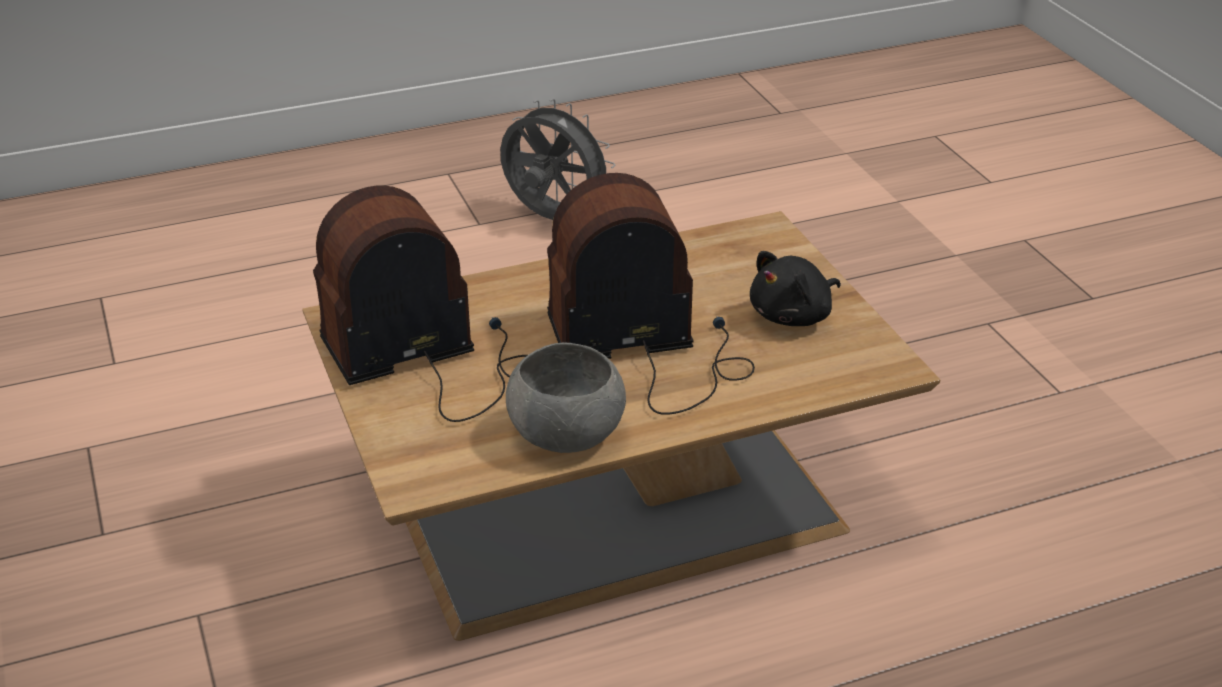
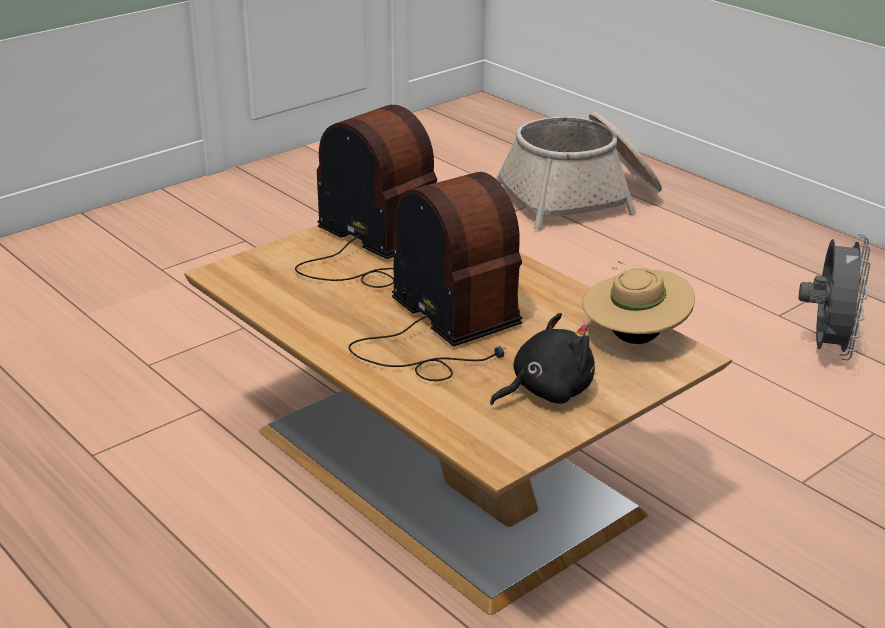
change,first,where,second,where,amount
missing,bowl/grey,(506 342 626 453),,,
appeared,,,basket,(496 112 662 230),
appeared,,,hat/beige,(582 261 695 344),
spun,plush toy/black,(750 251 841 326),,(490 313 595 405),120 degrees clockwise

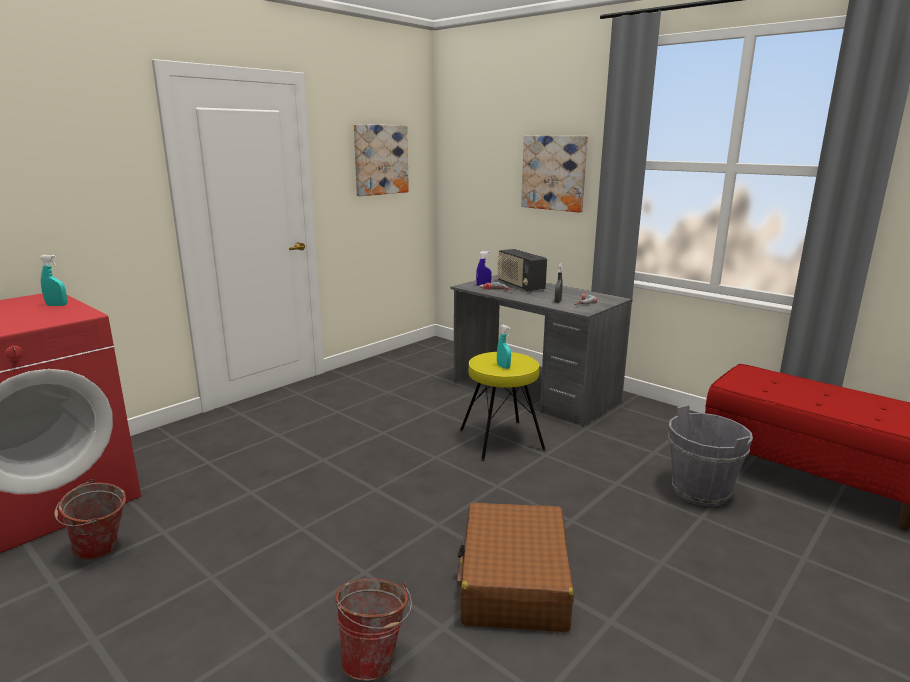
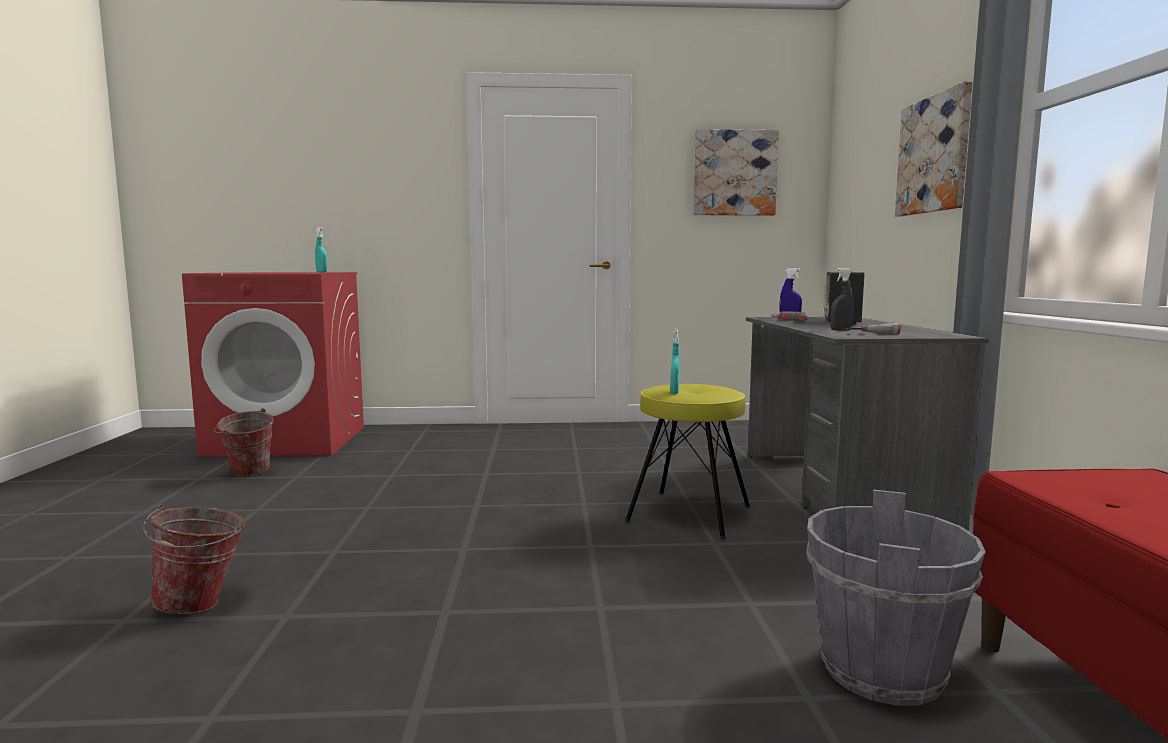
change,first,where,second,where,amount
missing,suitcase/brown,(457 503 574 632),,,

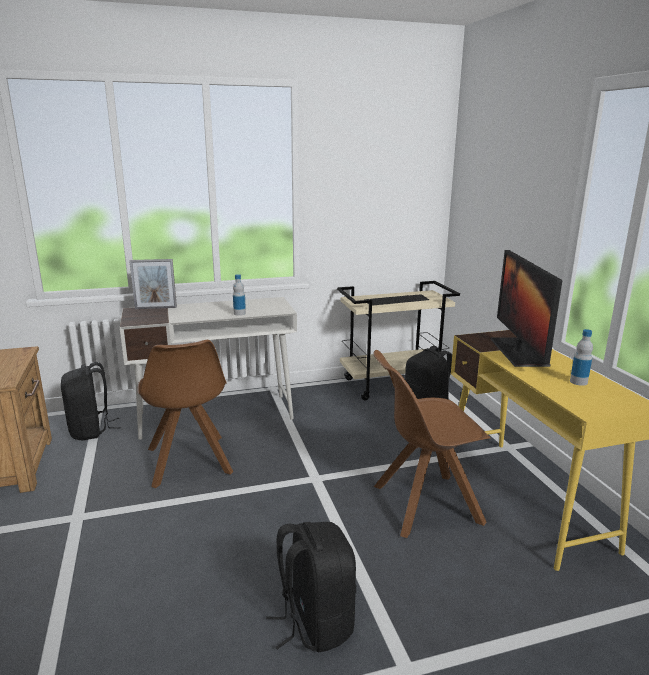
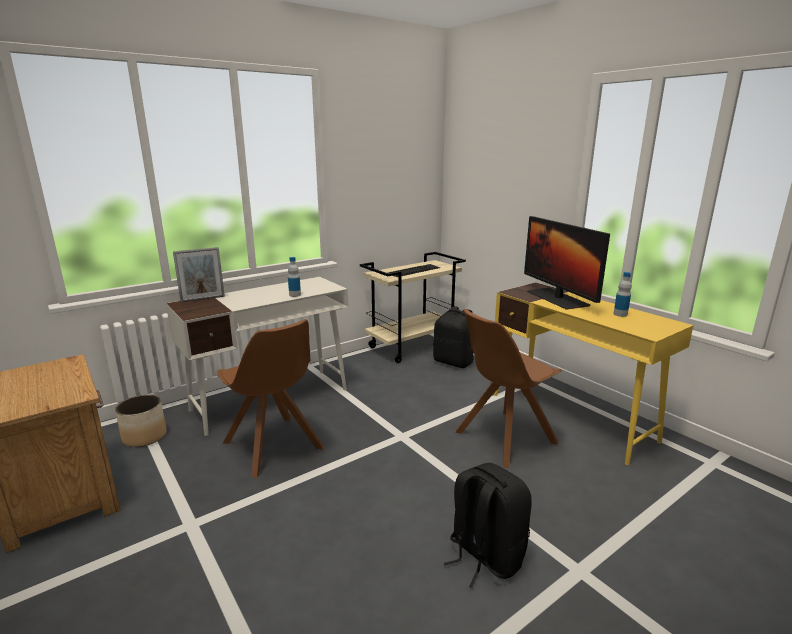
change,first,where,second,where,amount
exchanged,backpack/black,(61 362 121 440),planter,(115 395 167 447),

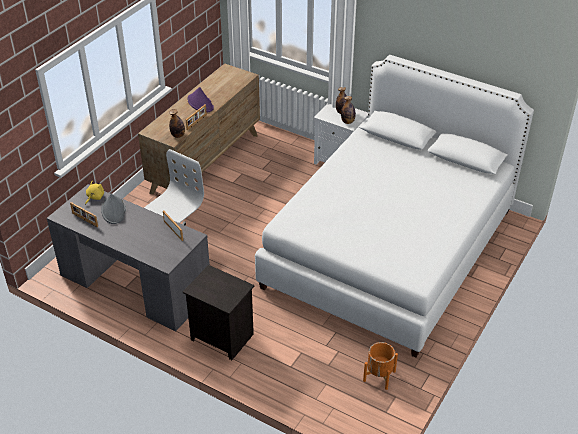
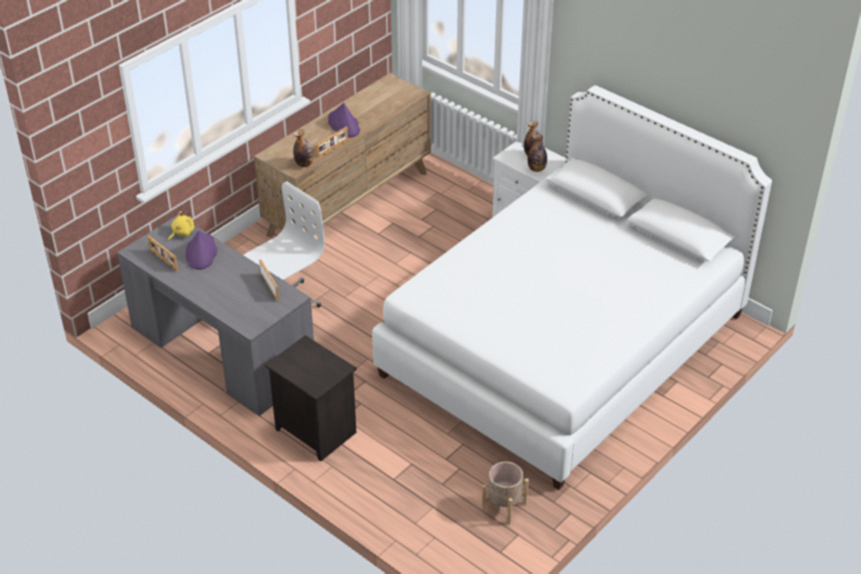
change,first,where,second,where,amount
colour,hat/grey,(101 193 126 224),hat/purple,(186 230 217 270),
colour,planter/orange,(363 342 398 390),planter/beige,(482 462 529 525),

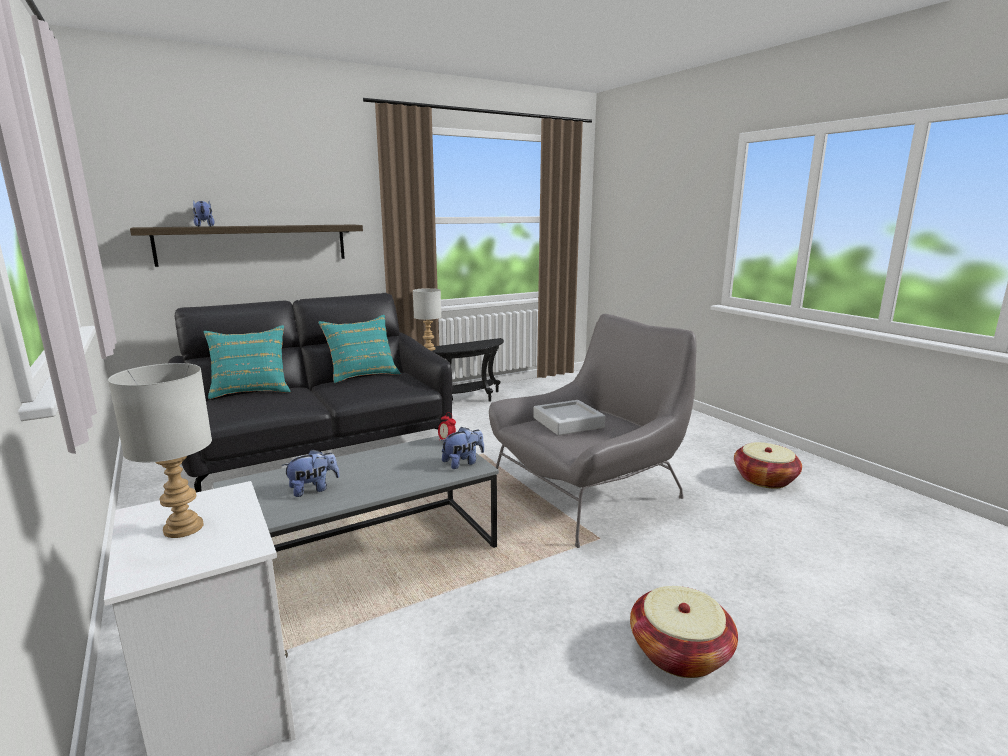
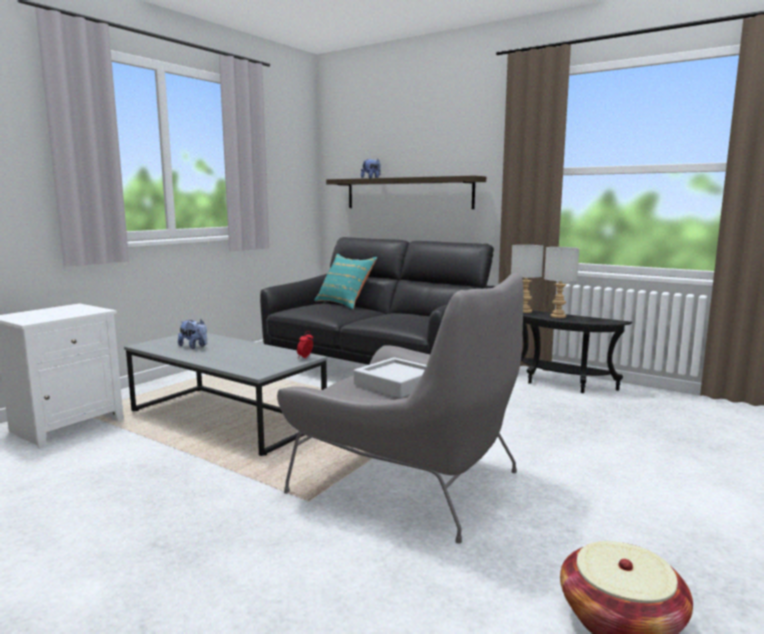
change,first,where,second,where,amount
missing,pillow/turquoise,(318 315 401 383),,,
missing,plush toy,(441 427 484 469),,,
missing,basket,(630 586 738 678),,,
relocated,table lamp/grey,(108 363 212 538),,(544 247 579 318),

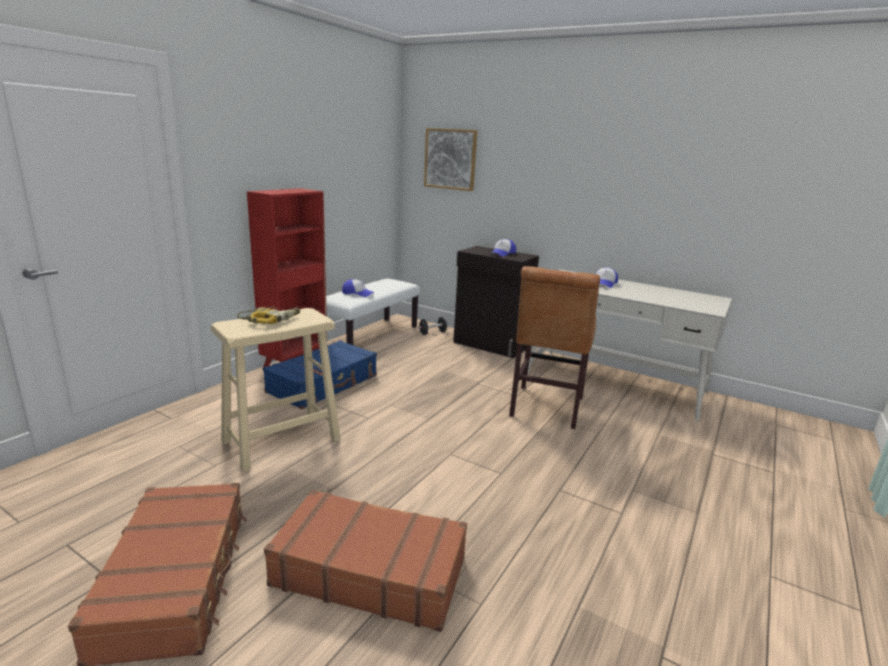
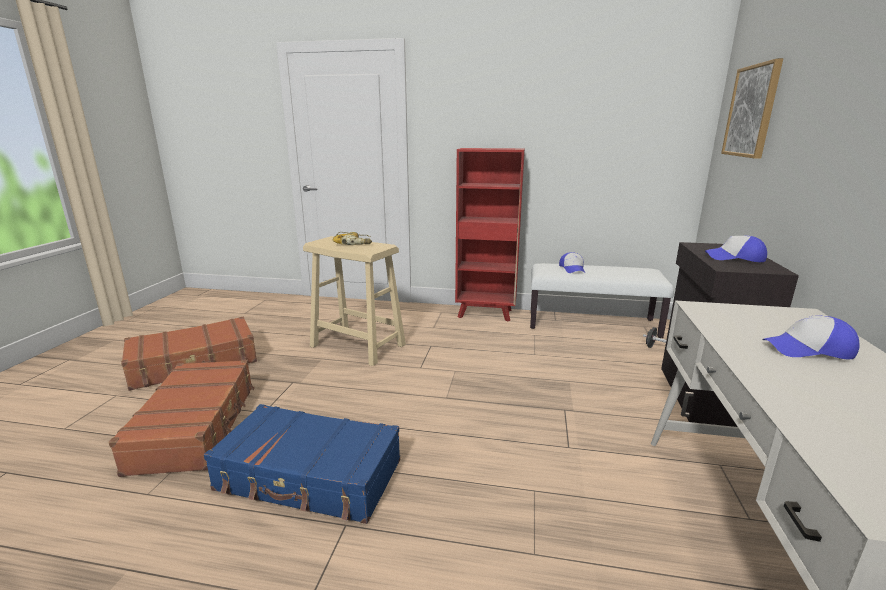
change,first,where,second,where,amount
missing,chair/brown,(509 266 600 429),,,
relocated,suitcase/blue,(263 340 377 409),,(204 404 400 524),

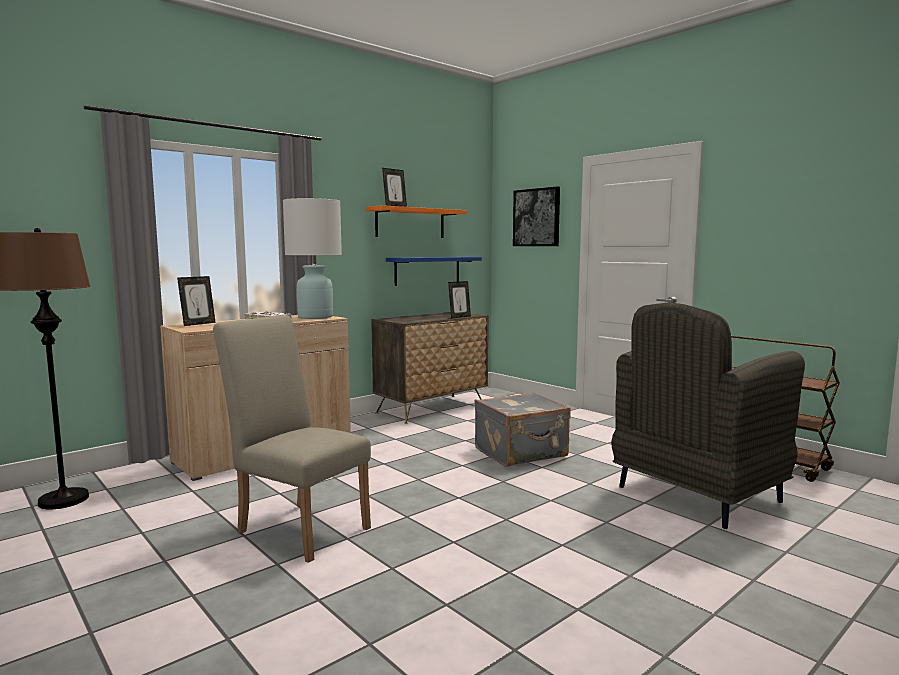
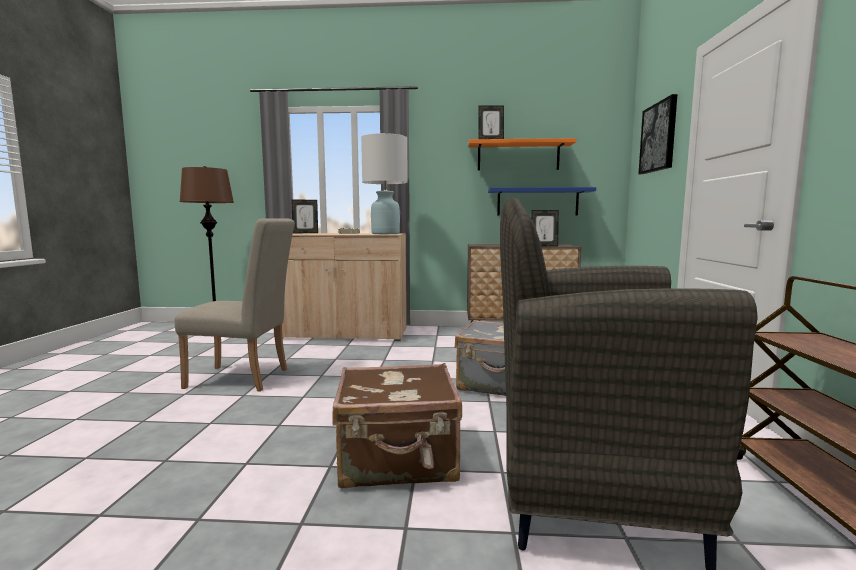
change,first,where,second,where,amount
appeared,,,suitcase/brown,(332 363 462 489),
spun,chair/beige,(213 315 371 563),,(175 219 295 391),105 degrees clockwise

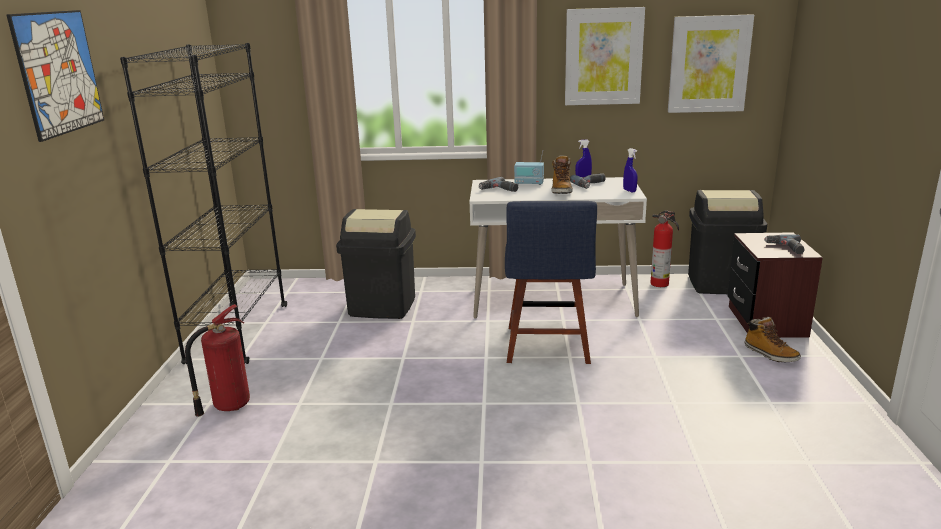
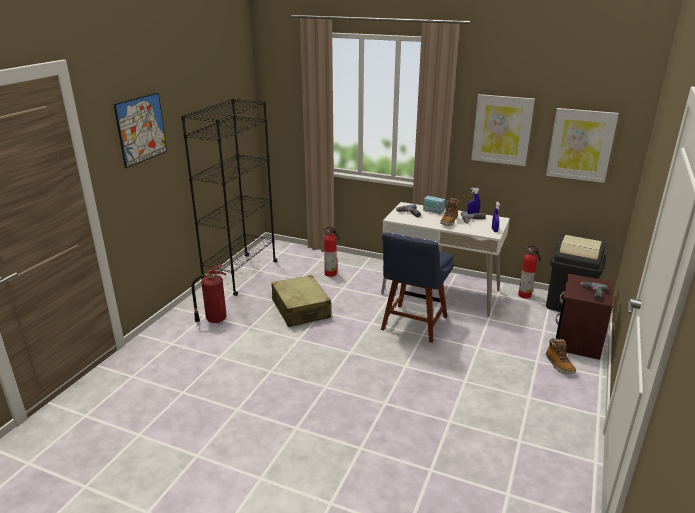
change,first,where,second,where,amount
appeared,,,suitcase/beige,(271 275 331 327),
exchanged,trash can/black,(336 209 416 319),fire extinguisher,(323 226 339 277),

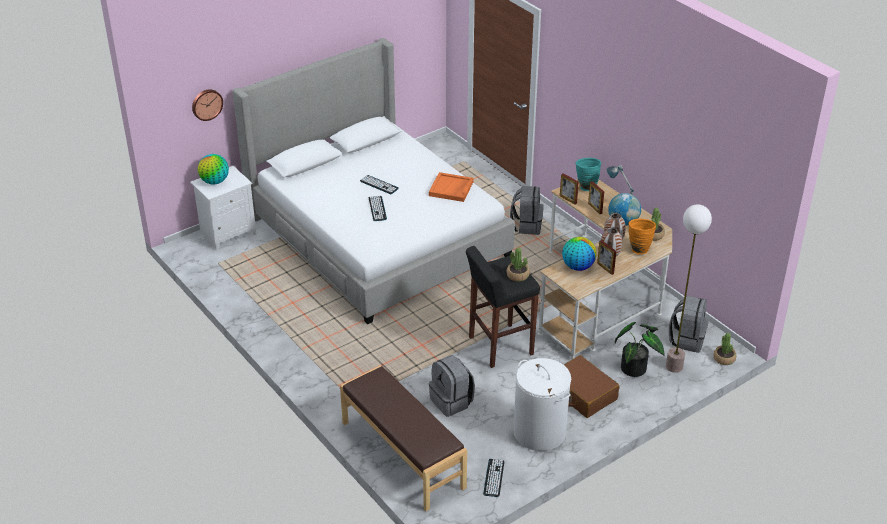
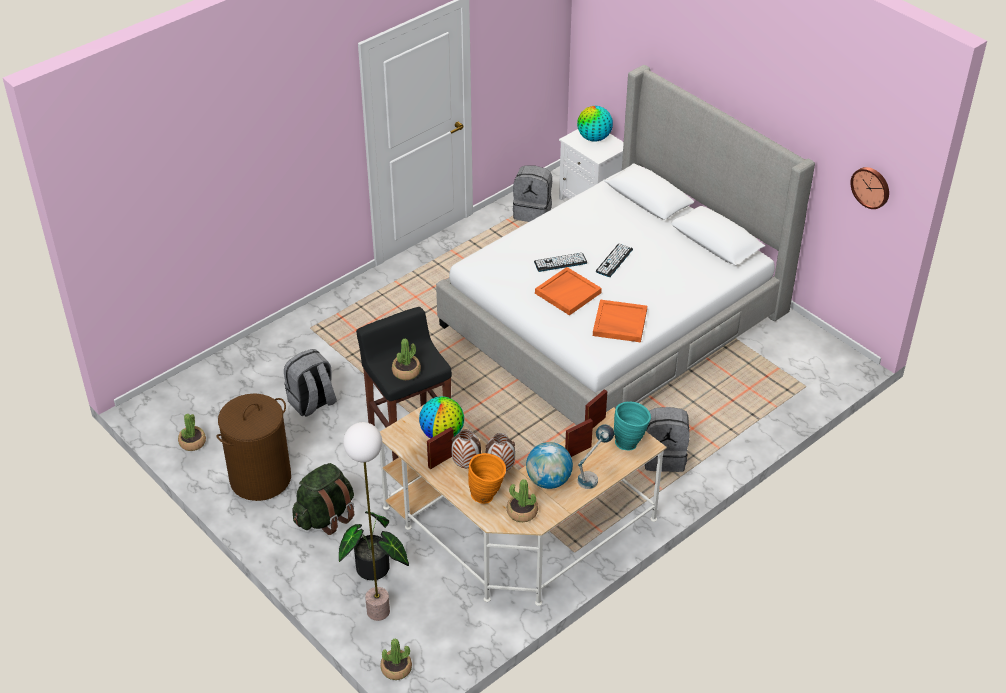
change,first,where,second,where,amount
missing,bench/brown,(340 366 467 511),,,
appeared,,,tray/orange,(535 267 602 316),
relocated,wall clock,(192 89 223 121),,(850 167 889 209),
relocated,backpack/grey,(669 296 709 353),,(513 165 552 222),
exchanged,keyboard,(483 459 504 497),potted plant,(178 414 206 451),
exchanged,suitcase/brown,(564 355 620 418),backpack/green,(292 463 354 535),
colour,laundry basket/white,(514 358 571 451),laundry basket/brown,(216 393 291 501),

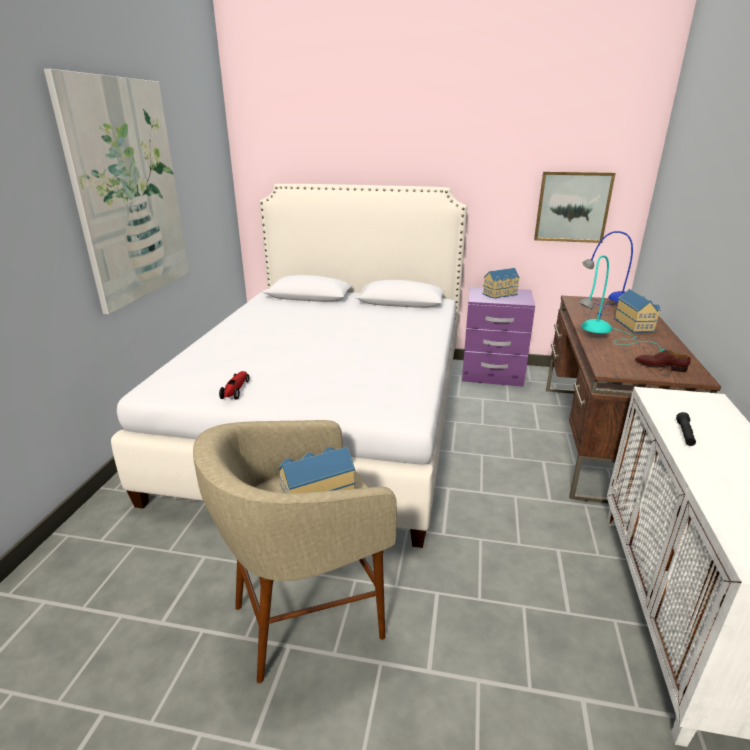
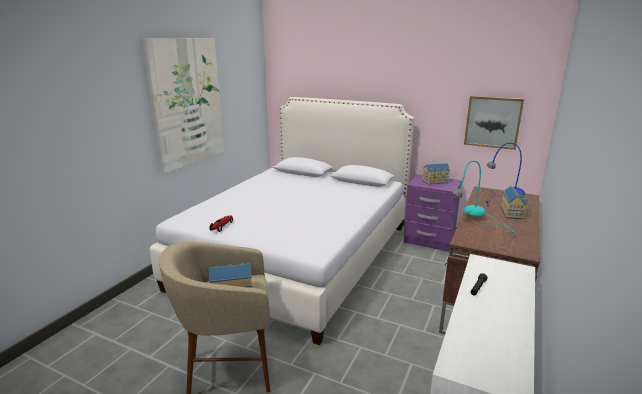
change,first,where,second,where,amount
missing,shoe/brown,(635 350 691 372),,,

